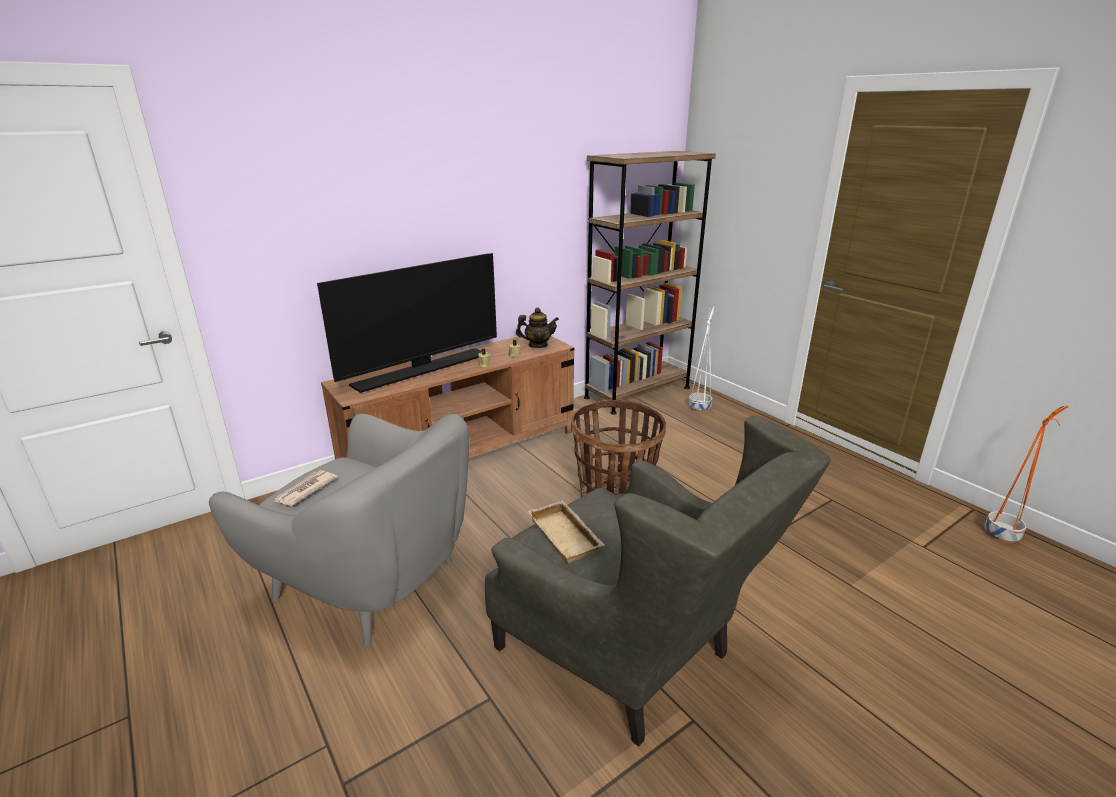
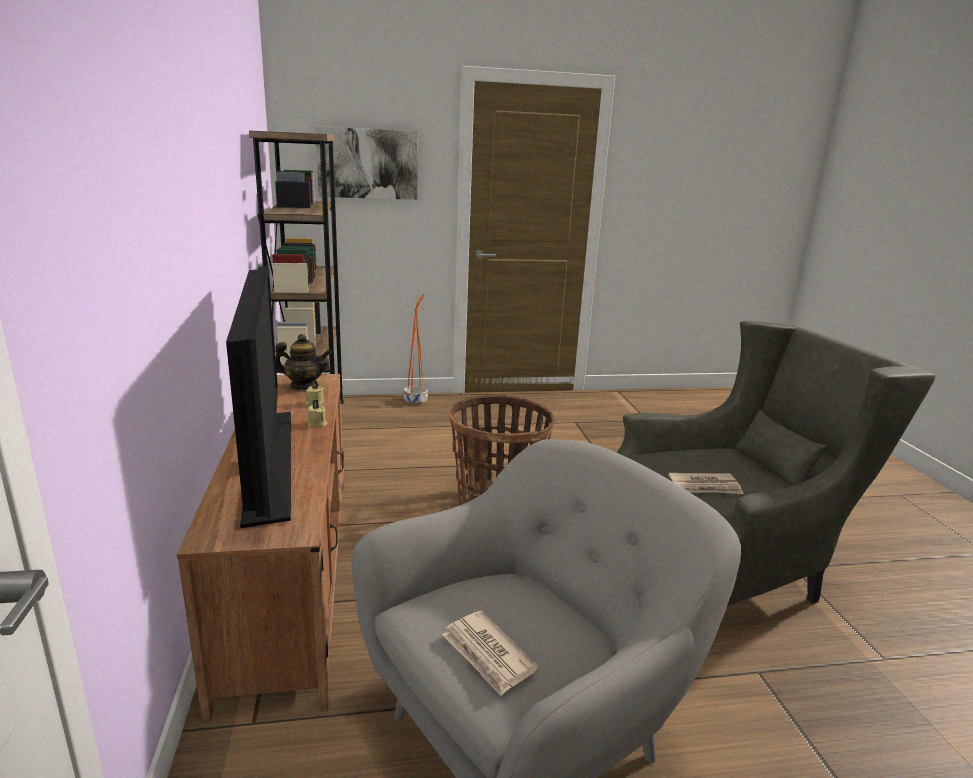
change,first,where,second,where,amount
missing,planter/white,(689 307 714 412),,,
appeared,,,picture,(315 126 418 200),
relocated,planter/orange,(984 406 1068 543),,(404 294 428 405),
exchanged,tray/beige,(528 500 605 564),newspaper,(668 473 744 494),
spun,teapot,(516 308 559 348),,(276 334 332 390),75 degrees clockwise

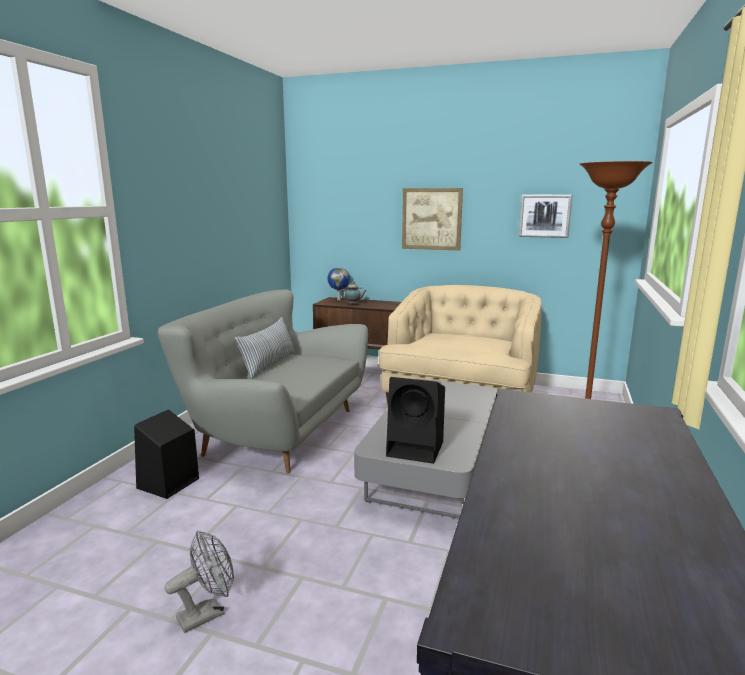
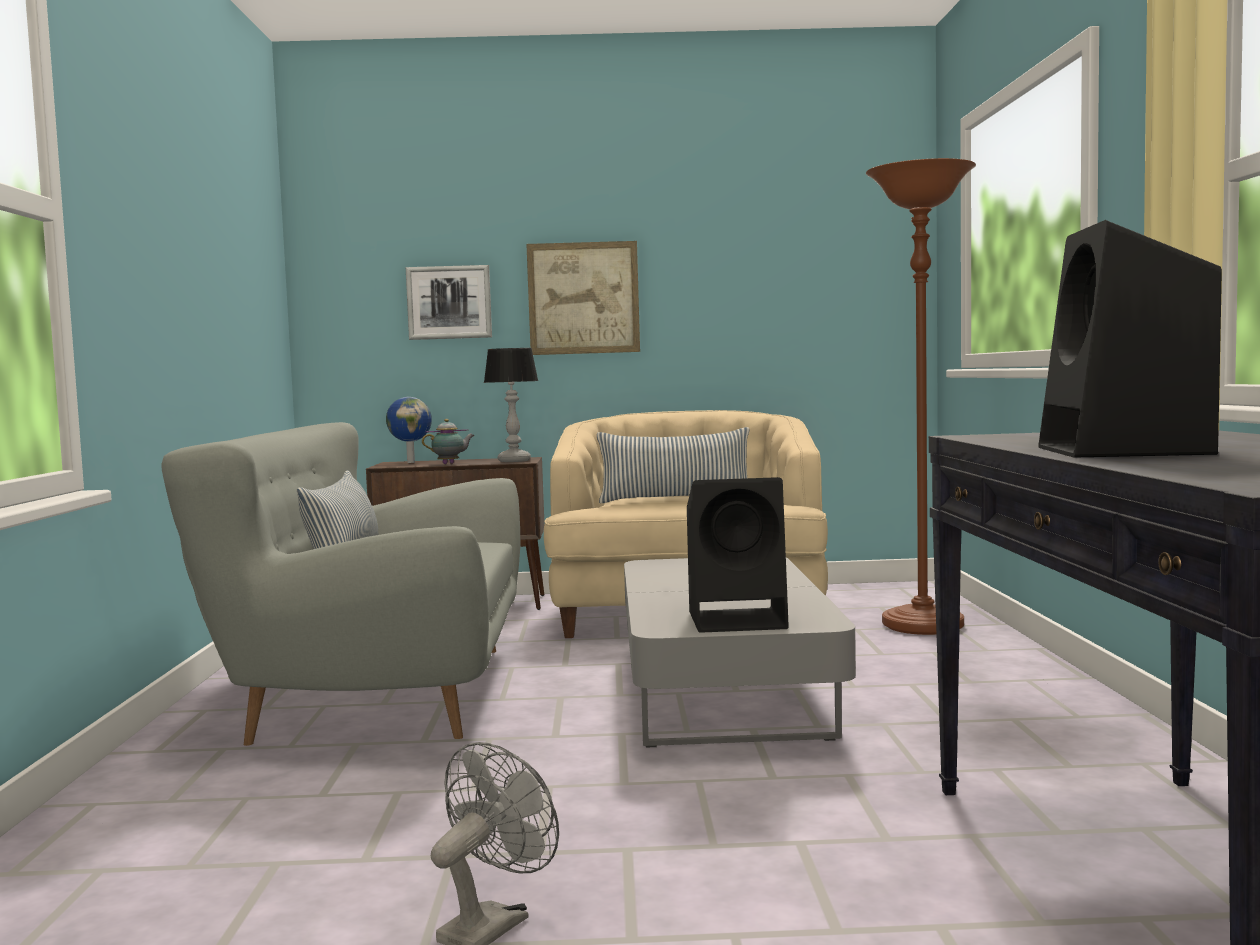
change,first,where,second,where,amount
appeared,,,table lamp,(484 348 538 462),
appeared,,,pillow,(597 427 749 503),
relocated,speaker/black,(134 409 199 499),,(1038 220 1222 458),
relocated,picture,(519 195 572 238),,(406 265 492 340),

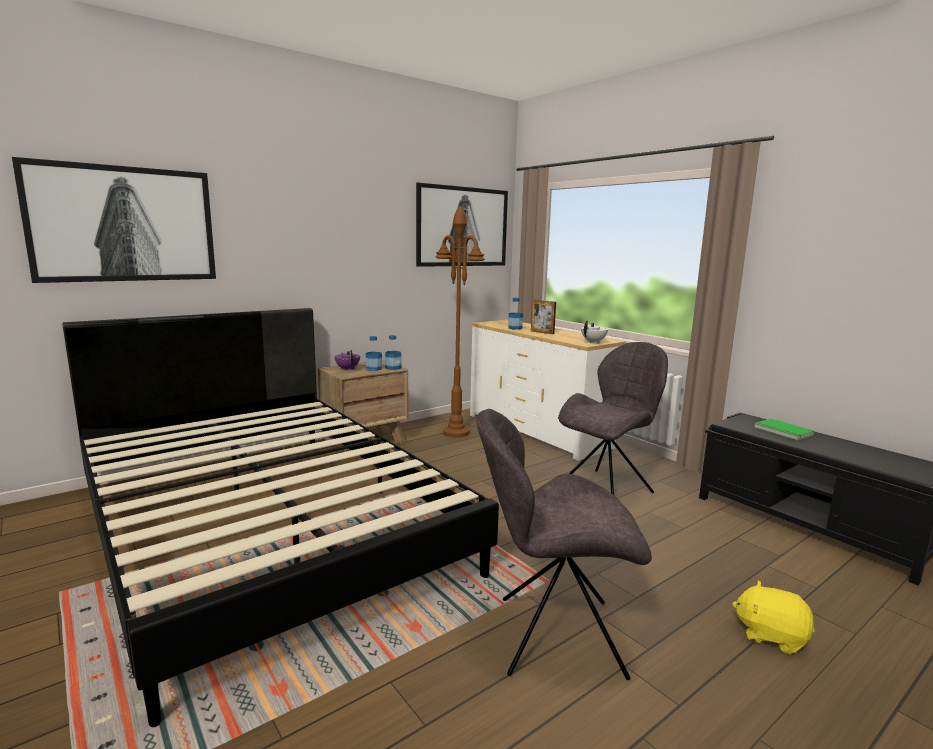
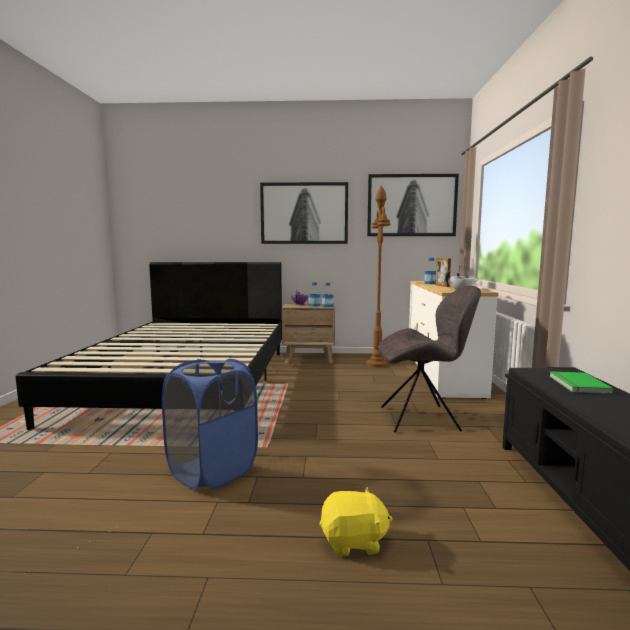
change,first,where,second,where,amount
relocated,picture,(12 157 216 283),,(260 182 348 244),
exchanged,chair/grey,(476 409 652 680),laundry basket/blue,(162 359 258 490),
spun,plush toy/yellow,(732 580 815 654),,(319 487 393 557),105 degrees clockwise

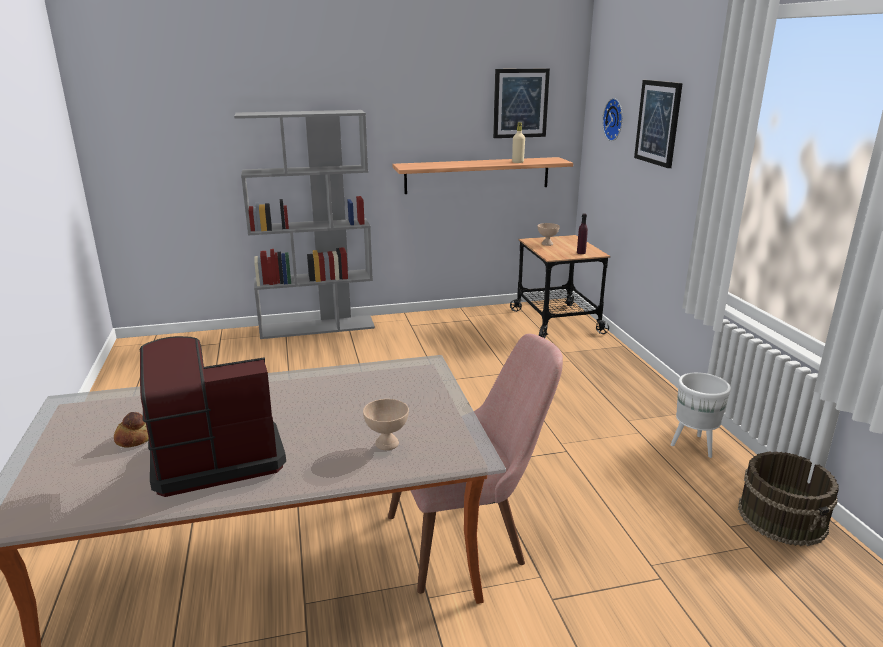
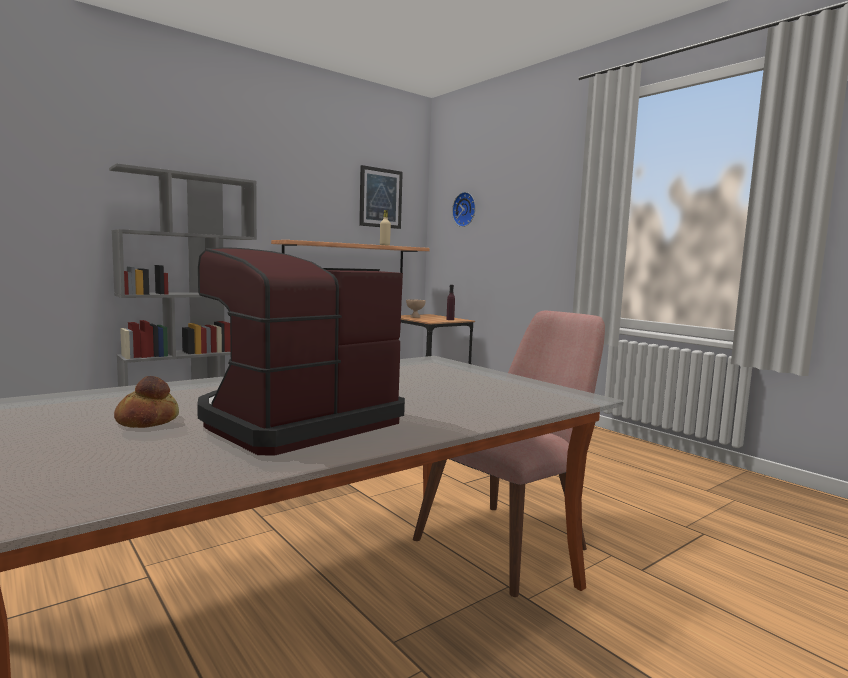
change,first,where,second,where,amount
missing,bowl/beige,(363 399 409 450),,,
missing,picture,(634 80 683 168),,,
missing,planter/white,(671 372 731 458),,,
missing,bucket/brown,(738 451 839 546),,,

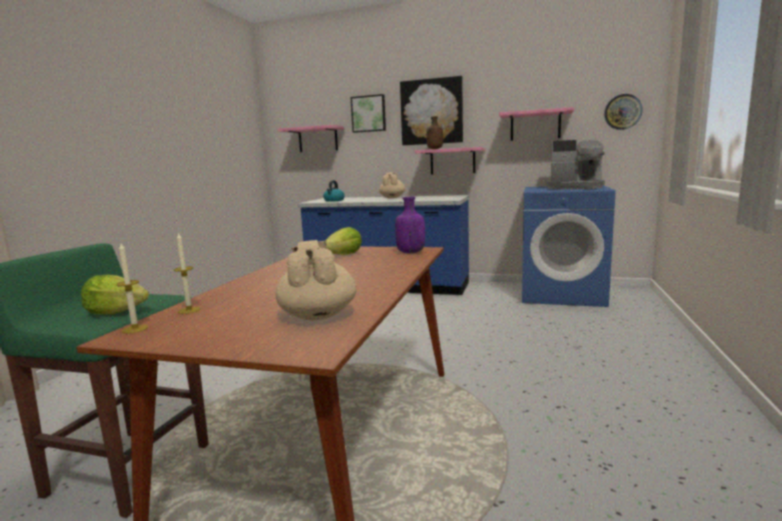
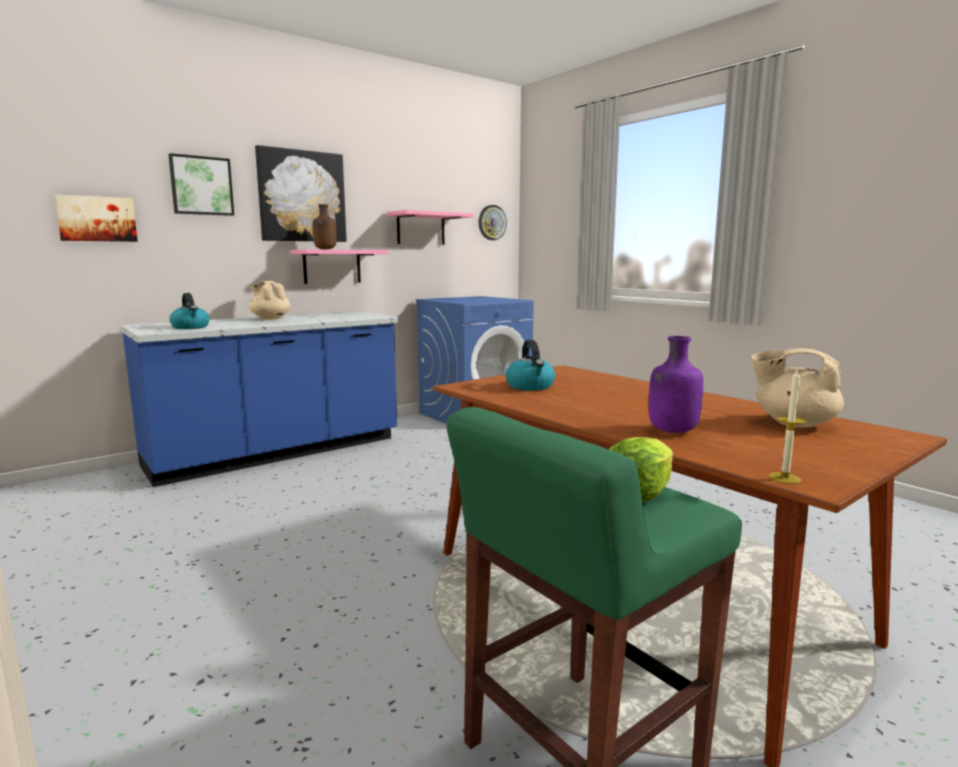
change,first,where,second,where,amount
missing,candle,(174 232 200 314),,,
missing,coffee machine,(546 140 605 190),,,
relocated,bottle/purple,(395 197 425 253),,(649 336 703 433),
exchanged,shelf/pink,(277 125 344 152),picture,(54 194 138 242),
exchanged,lettuce,(325 227 362 255),kettle,(506 340 555 391),

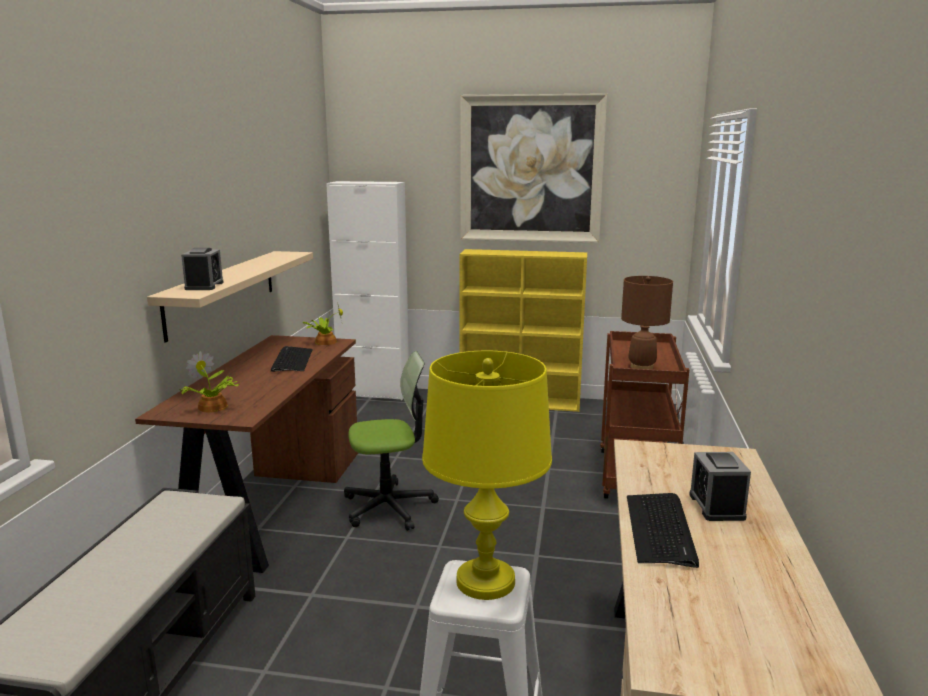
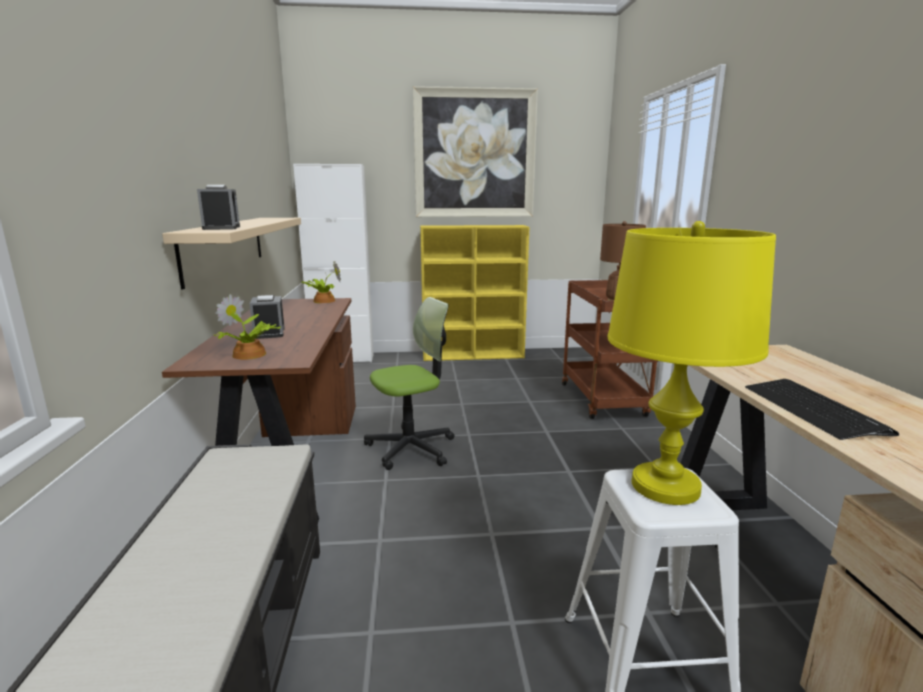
change,first,where,second,where,amount
missing,keyboard,(271 346 313 372),,,
relocated,alarm clock,(689 452 751 521),,(249 295 285 339),

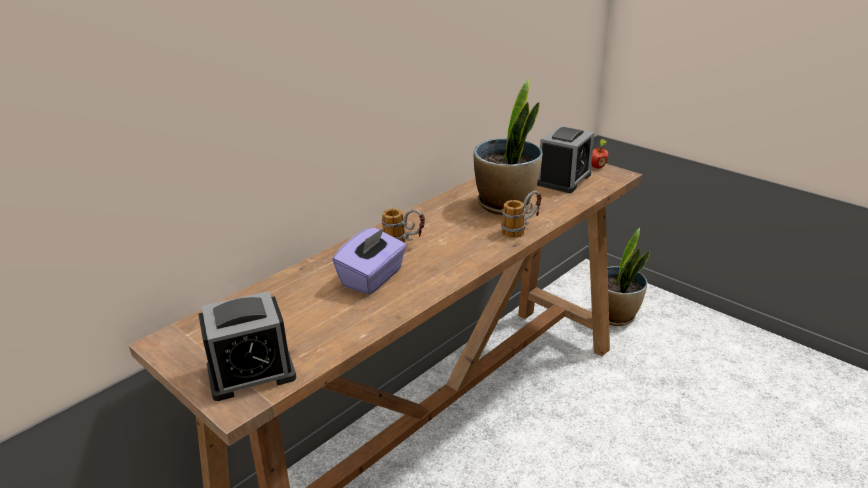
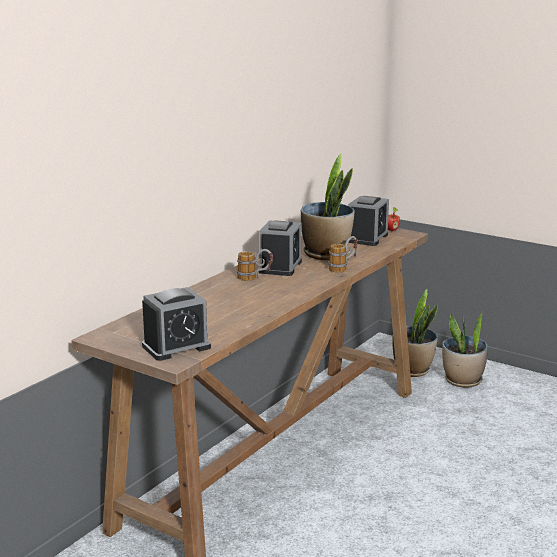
change,first,where,second,where,amount
missing,tissue box/purple,(332 227 407 295),,,
appeared,,,alarm clock,(259 220 302 276),
appeared,,,potted plant,(442 310 488 388),

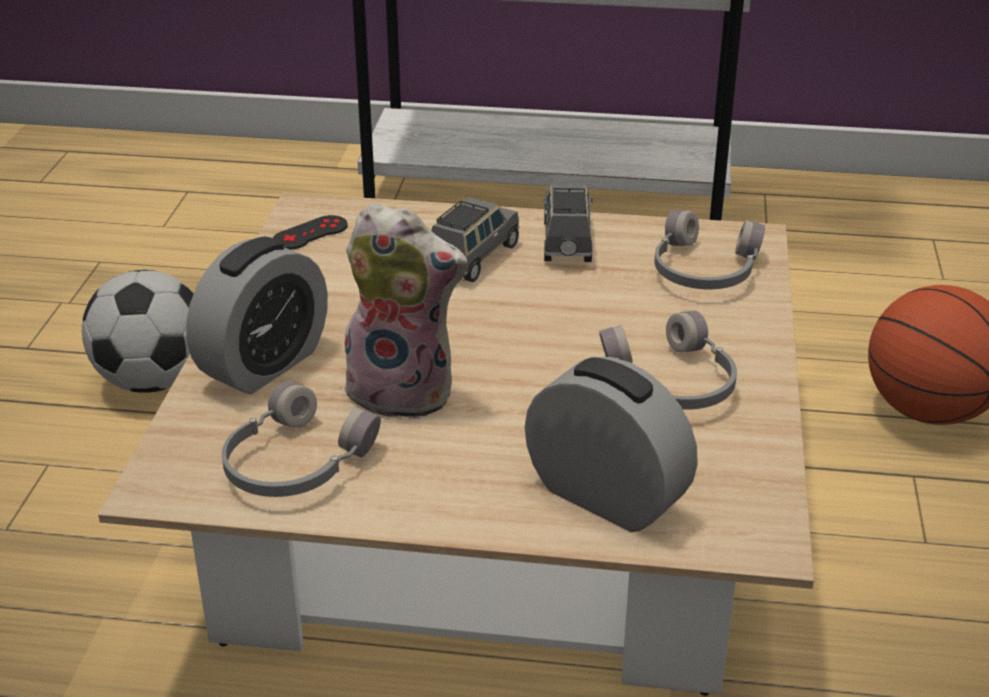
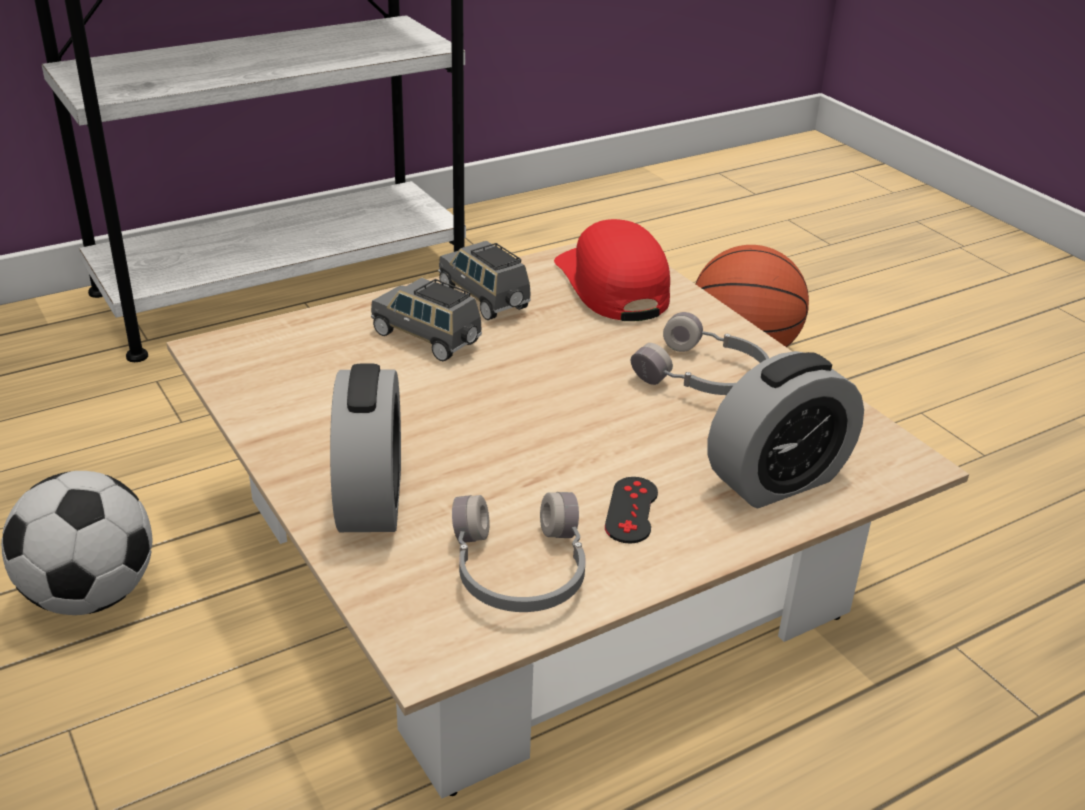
change,first,where,second,where,amount
missing,plush toy,(340 202 468 420),,,
relocated,game controller/black,(273 215 348 250),,(605 477 658 544),
exchanged,headphones/grey,(654 210 765 289),cap/red,(554 219 670 321),
spun,toy car/grey,(431 197 520 282),,(371 278 482 361),45 degrees counterclockwise
spun,alarm clock,(525 357 698 532),,(708 351 864 508),150 degrees clockwise

